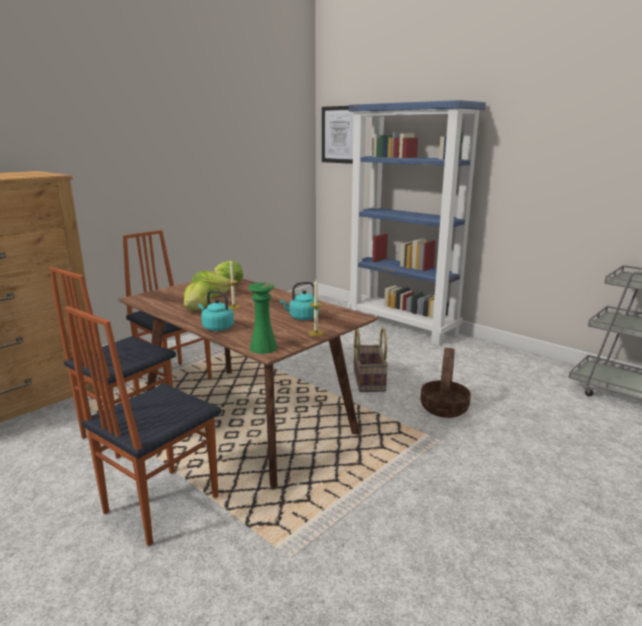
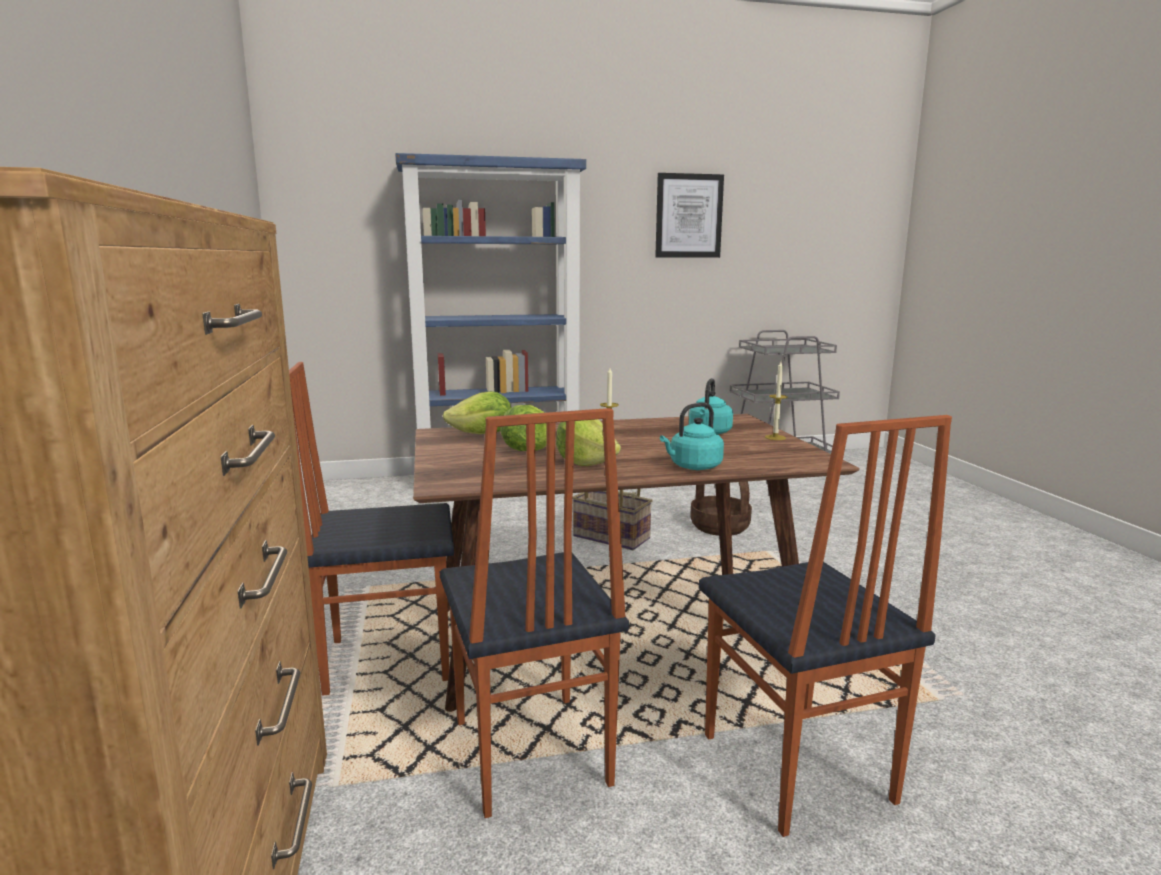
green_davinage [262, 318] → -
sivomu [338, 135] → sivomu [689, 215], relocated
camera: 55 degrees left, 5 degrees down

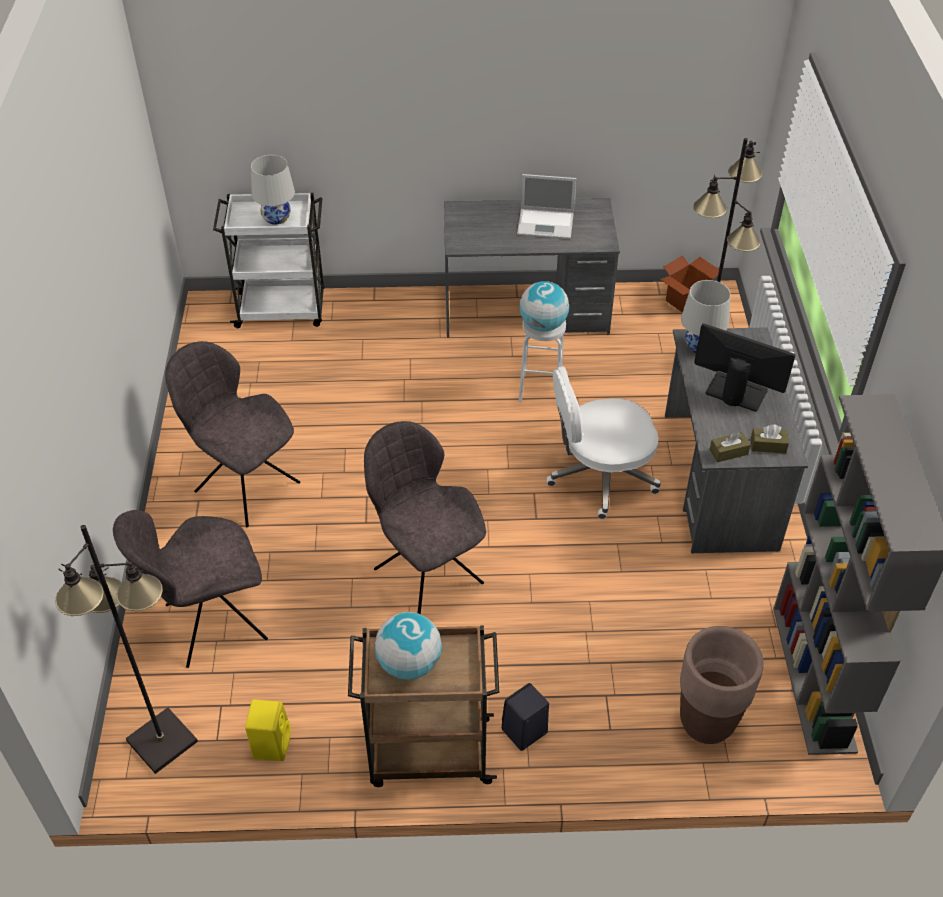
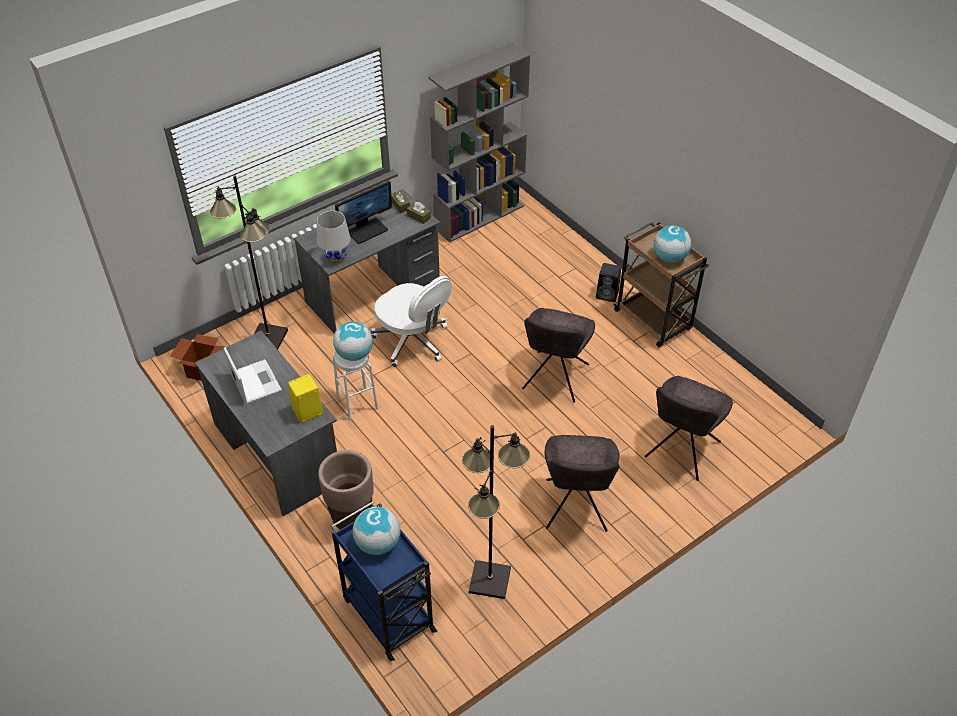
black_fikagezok [126, 649] → black_fikagezok [496, 512], relocated
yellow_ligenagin [267, 730] → yellow_ligenagin [305, 398], relocated
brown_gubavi [722, 685] → brown_gubavi [346, 490], relocated
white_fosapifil [273, 190] → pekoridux [376, 531]
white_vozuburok [269, 260] → blue_vozuburok [384, 581]
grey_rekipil [190, 589] → grey_rekipil [689, 428], 90 degrees clockwise
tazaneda [745, 367] → tazaneda [363, 212], 120 degrees counterclockwise
camera: 125 degrees left, 0 degrees up

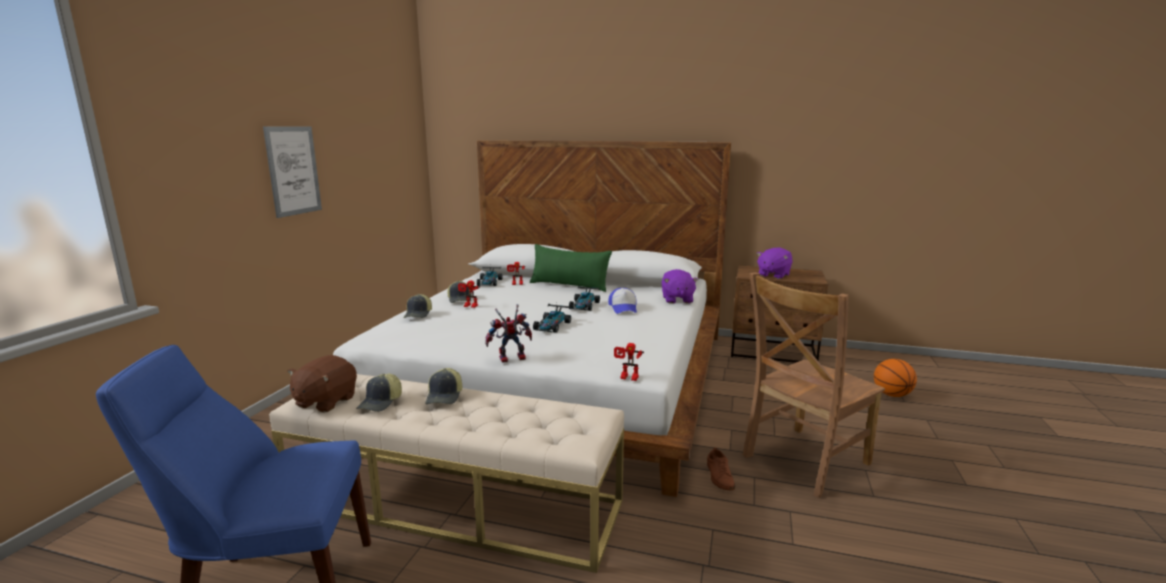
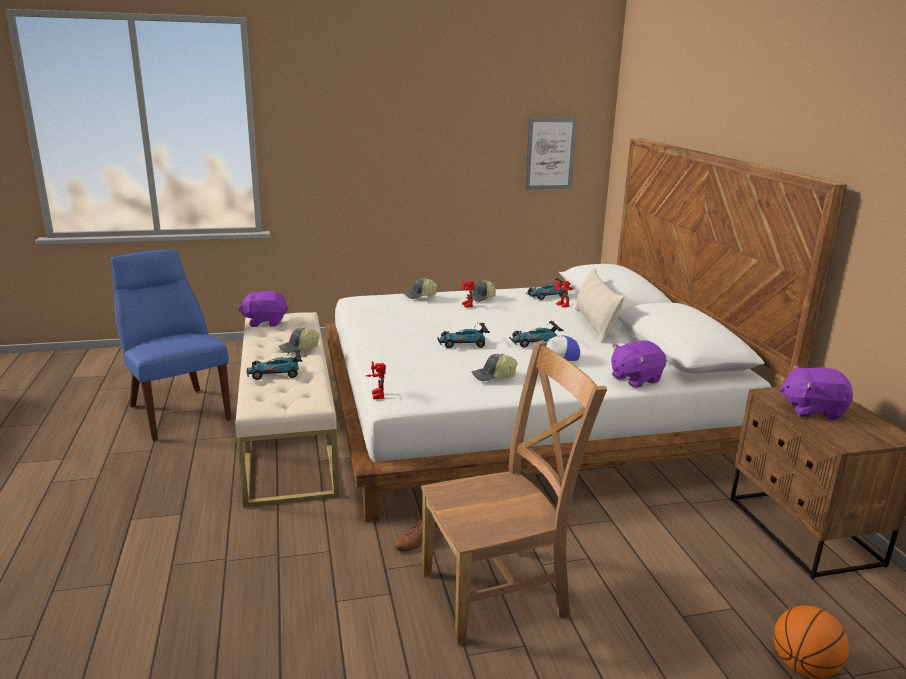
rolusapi [508, 333] → -
- → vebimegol [274, 365]
sivomu [292, 172] → sivomu [551, 153], relocated
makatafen [379, 393] → makatafen [494, 367], relocated
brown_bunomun [322, 384] → purple_bunomun [263, 309]
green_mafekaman [571, 268] → beige_mafekaman [599, 305]
brown_rekipil [814, 385] → brown_rekipil [514, 492], 135 degrees clockwise
camera: 60 degrees right, 5 degrees up

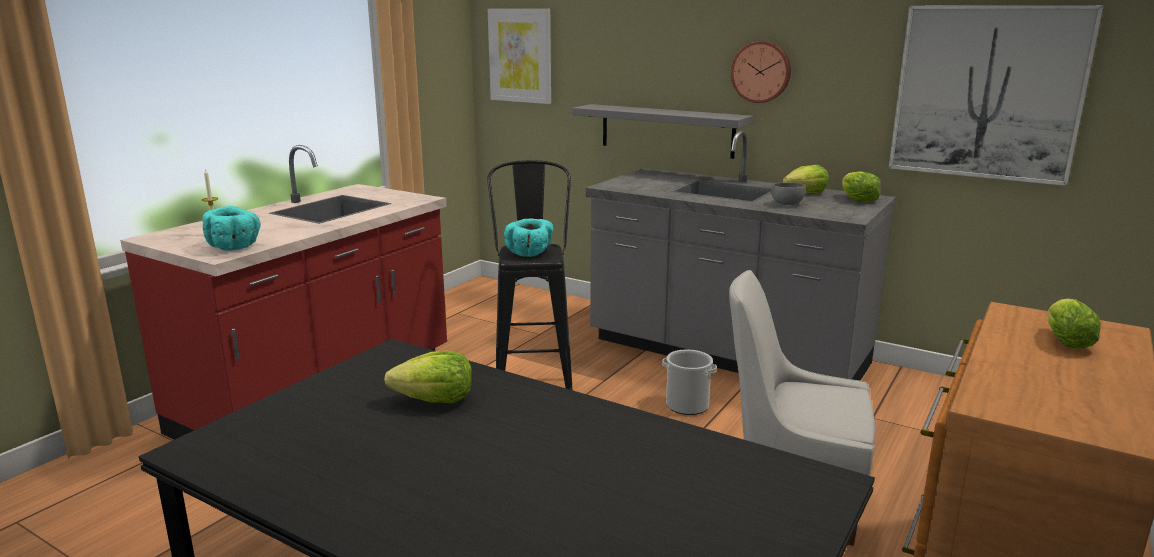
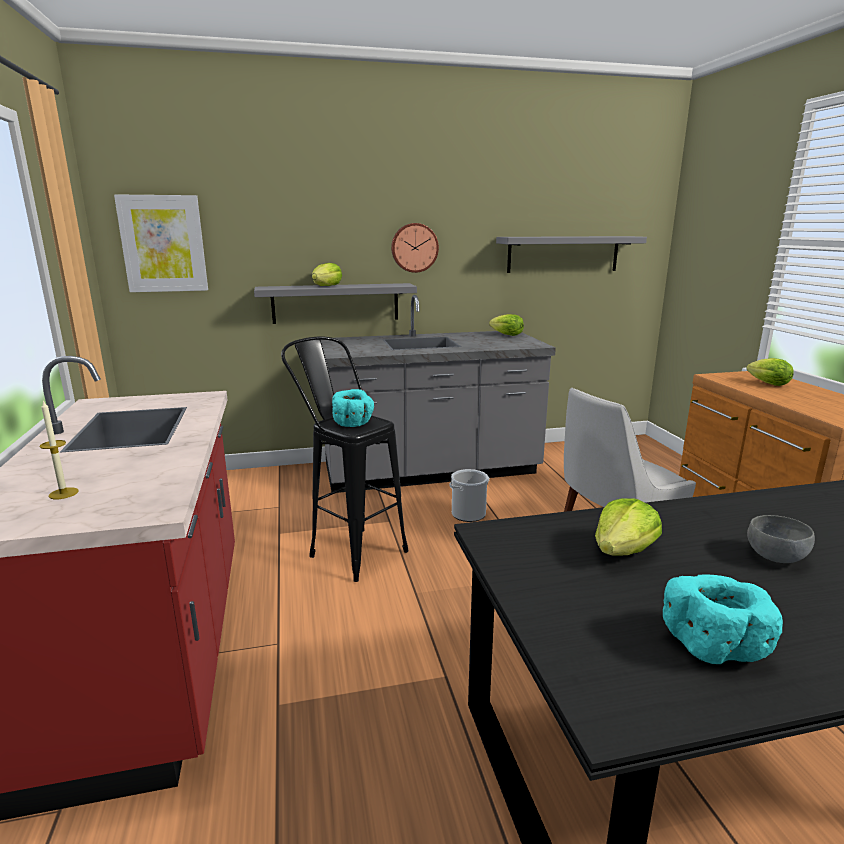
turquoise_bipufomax [231, 228] → turquoise_bipufomax [723, 619], relocated
grey_bipufomax [788, 193] → grey_bipufomax [781, 539], relocated
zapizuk [806, 179] → zapizuk [327, 274], relocated
sivomu [996, 95] → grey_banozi [571, 254]
camera: 45 degrees left, 0 degrees up

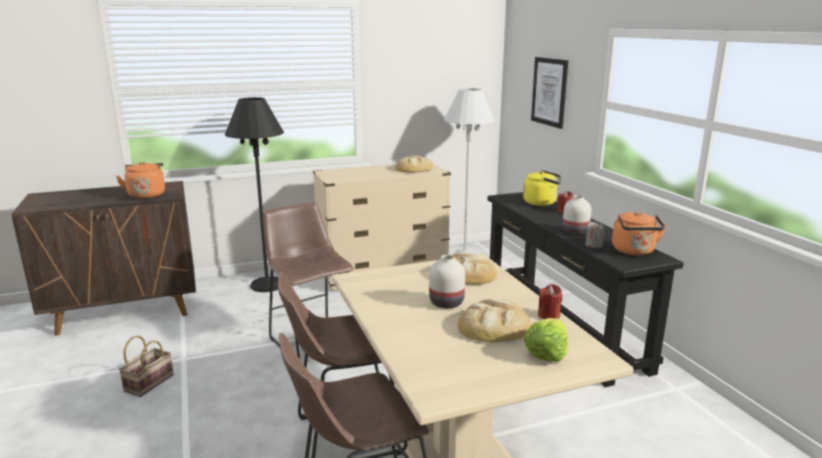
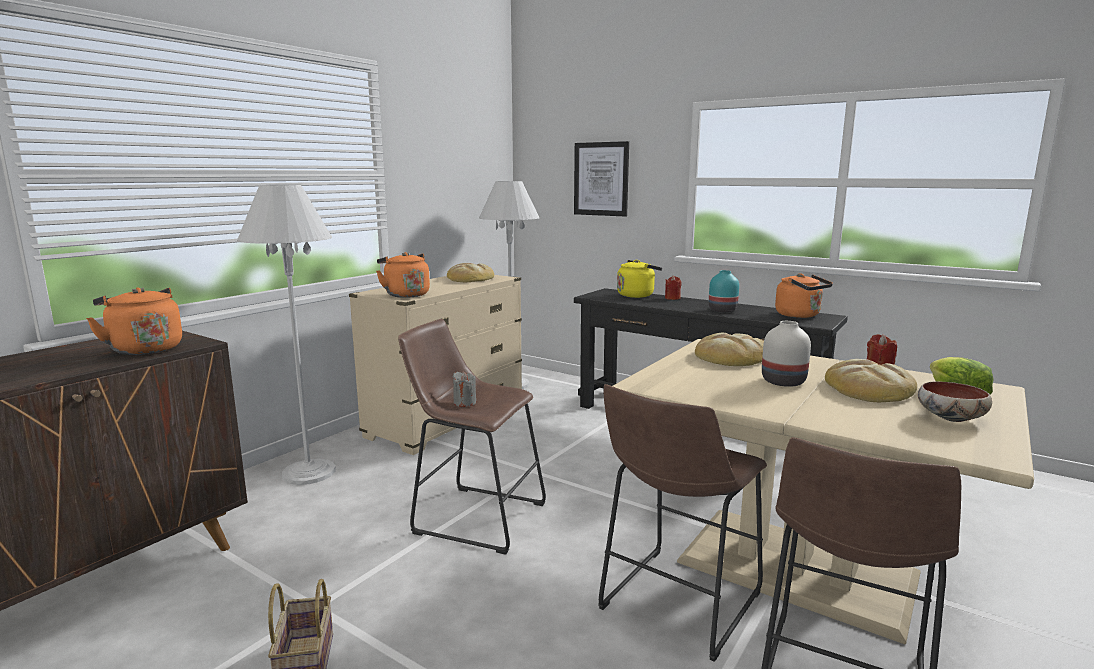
- → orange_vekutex [403, 275]
- → bipufomax [955, 402]
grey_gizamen [595, 235] → grey_gizamen [464, 389], relocated
black_fikagezok [254, 194] → white_fikagezok [286, 335]
white_davinage [577, 215] → turquoise_davinage [724, 291]
camera: 35 degrees left, 5 degrees down

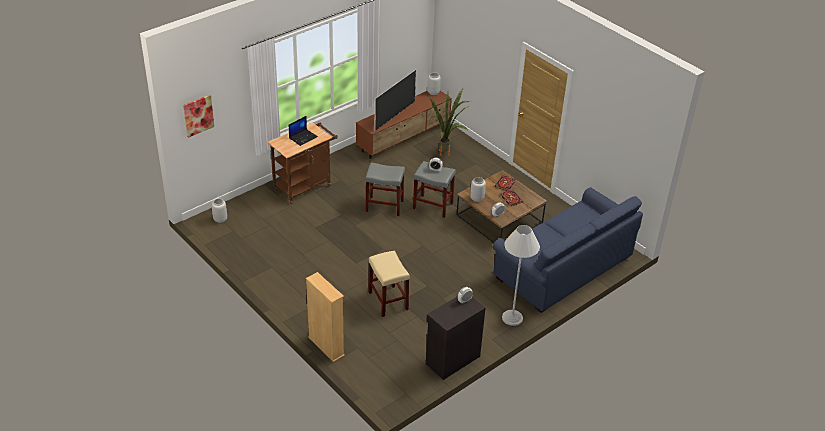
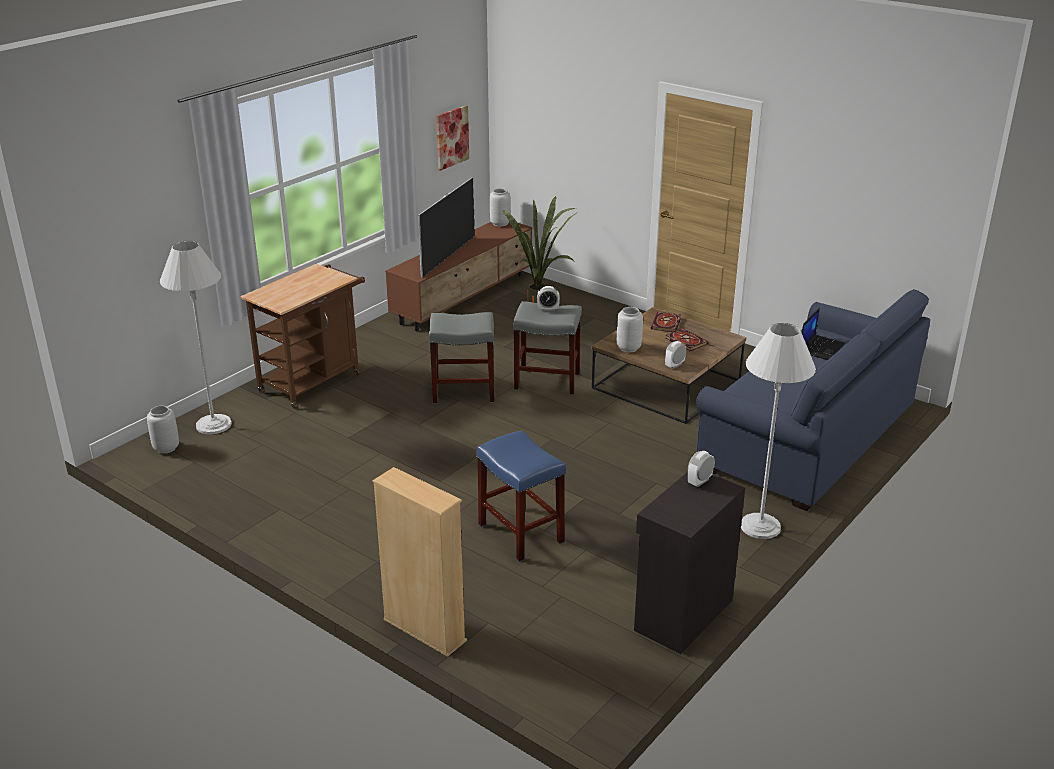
- → white_fikagezok [196, 337]
sivomu [198, 116] → sivomu [452, 138], relocated
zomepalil [303, 131] → zomepalil [823, 334], relocated
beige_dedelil [389, 284] → blue_dedelil [521, 496]
camera: 10 degrees left, 10 degrees down

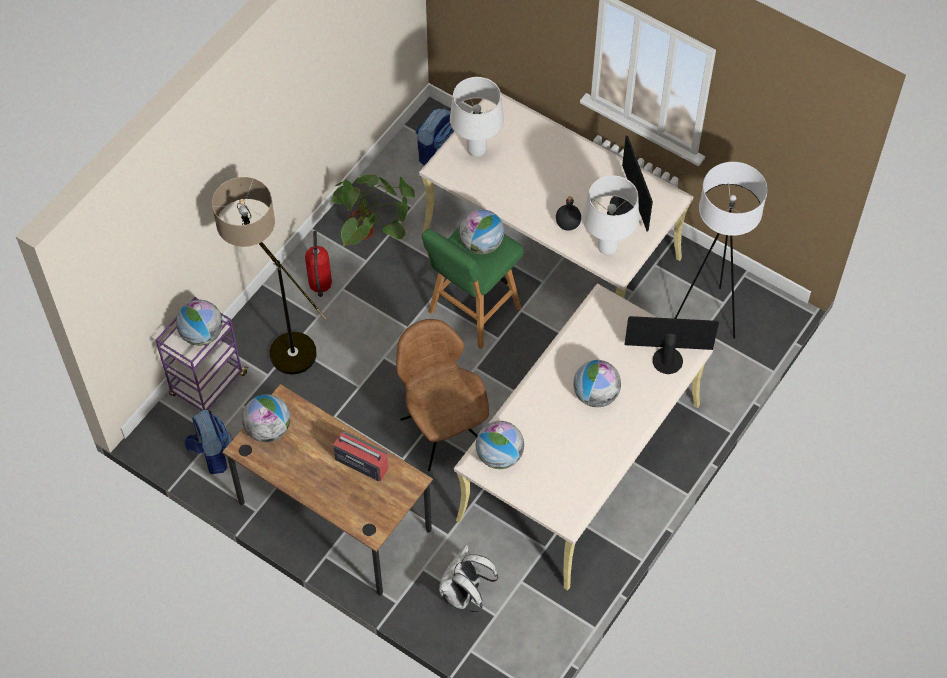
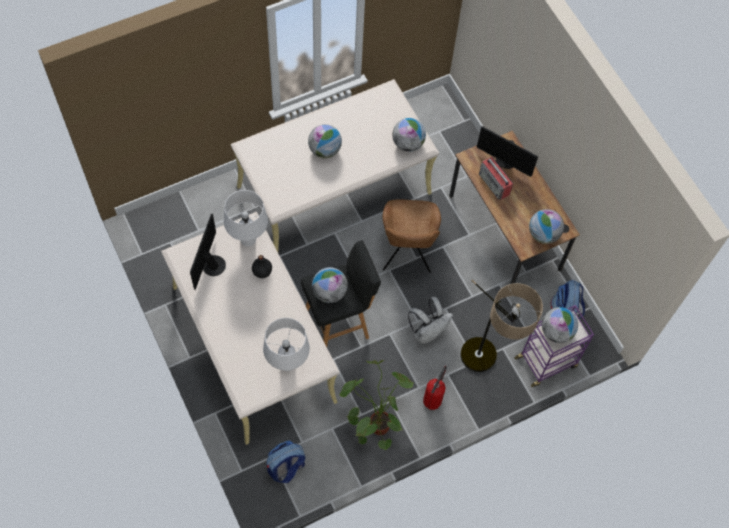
white_fikagezok [721, 250] → -
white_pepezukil [468, 578] → white_pepezukil [430, 320], relocated
tazaneda [671, 345] → tazaneda [507, 151], relocated
green_dedelil [473, 288] → black_dedelil [341, 293]
camera: 155 degrees left, 5 degrees up

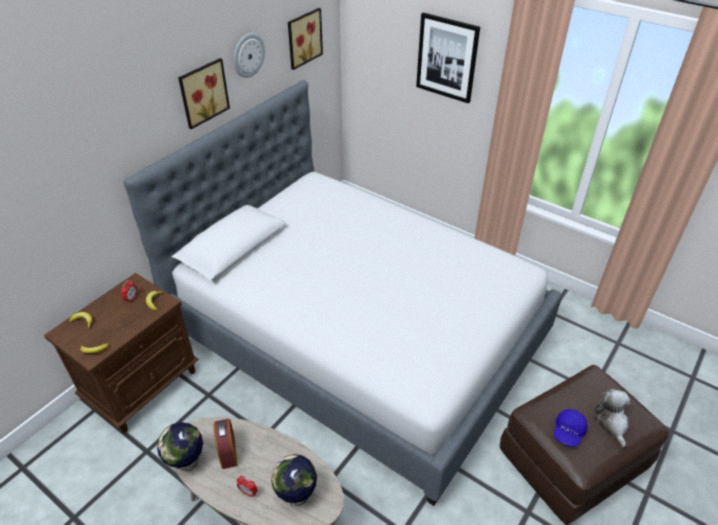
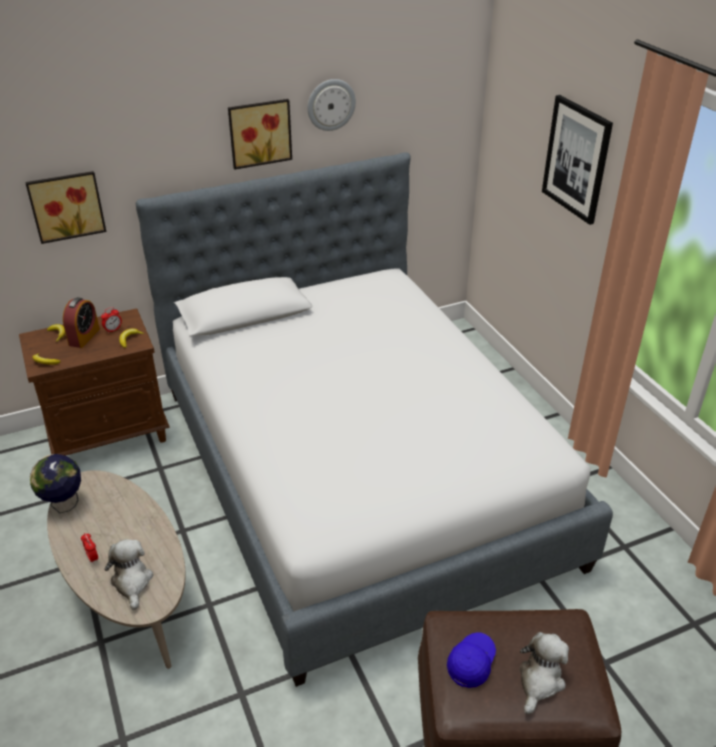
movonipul [226, 444] → movonipul [81, 322], relocated
sivomu [305, 39] → sivomu [65, 207], relocated
pekoridux [294, 480] → bunomun [128, 574]
blue_makatafen [571, 428] → blue_makatafen [471, 660], 150 degrees clockwise
camera: 30 degrees right, 5 degrees down

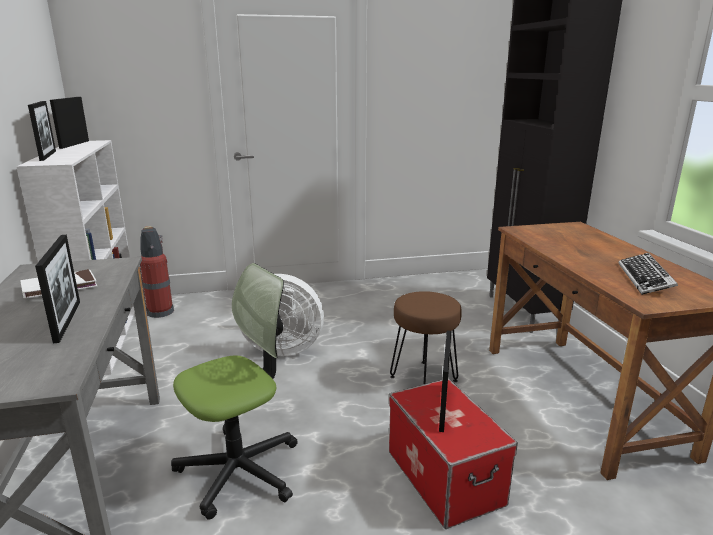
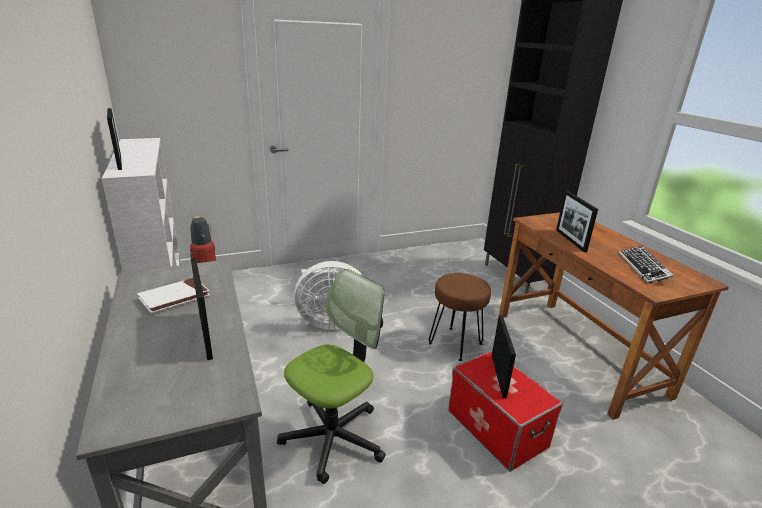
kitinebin [69, 123] → kitinebin [577, 221], relocated
camera: 10 degrees left, 5 degrees up

